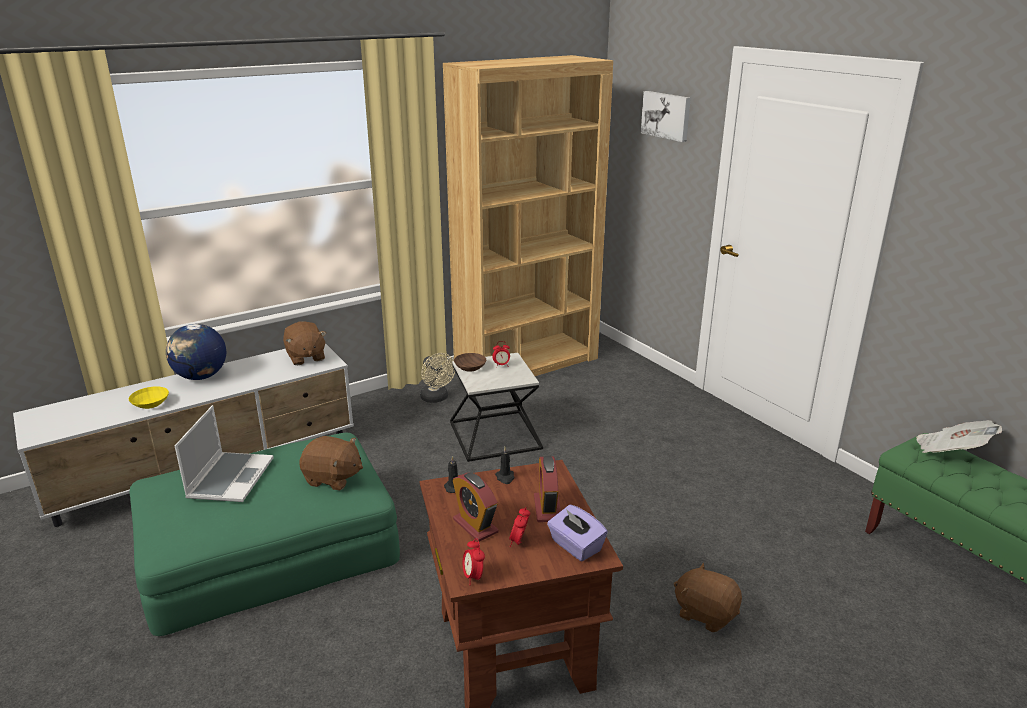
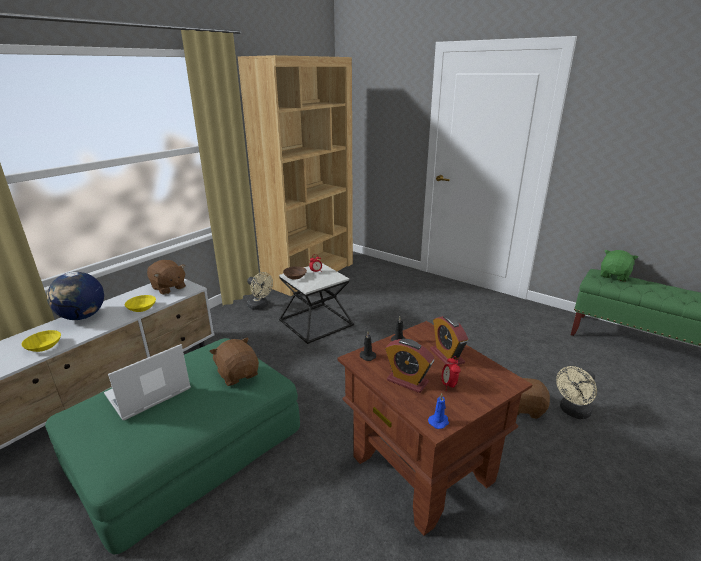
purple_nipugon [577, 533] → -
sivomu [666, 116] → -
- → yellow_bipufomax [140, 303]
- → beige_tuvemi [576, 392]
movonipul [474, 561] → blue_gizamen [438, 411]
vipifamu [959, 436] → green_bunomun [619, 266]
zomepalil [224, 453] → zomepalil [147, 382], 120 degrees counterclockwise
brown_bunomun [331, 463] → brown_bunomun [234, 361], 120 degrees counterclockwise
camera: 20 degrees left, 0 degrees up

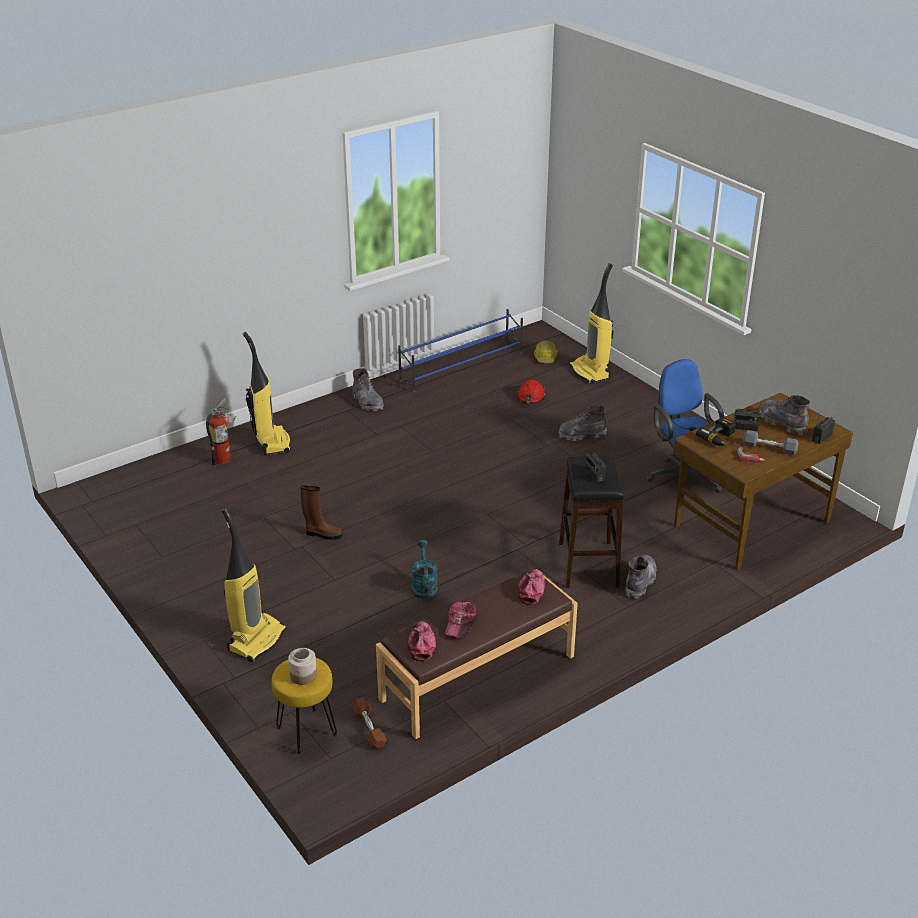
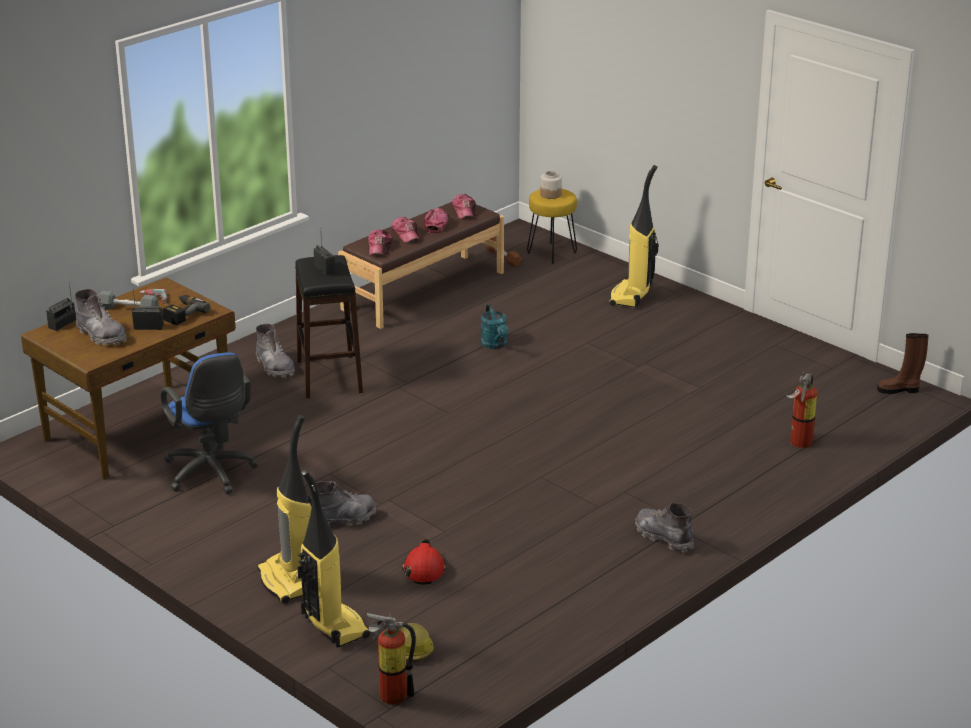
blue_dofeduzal [460, 350] → -
- → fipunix [391, 659]
- → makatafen [406, 229]
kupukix [267, 393] → kupukix [284, 509], relocated
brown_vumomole [321, 512] → brown_vumomole [903, 363], relocated
grey_vumomole [641, 577] → grey_vumomole [275, 351], 45 degrees counterclockwise
camera: 170 degrees right, 5 degrees down

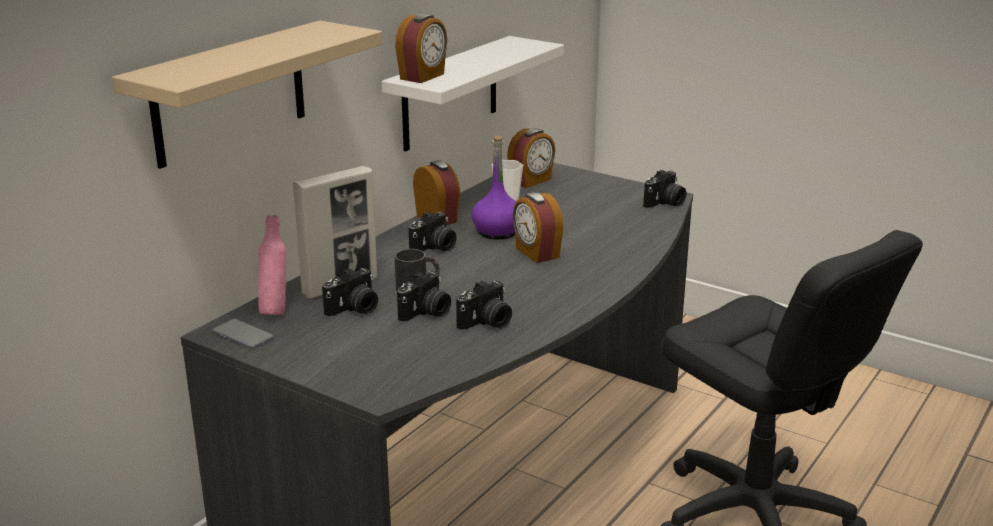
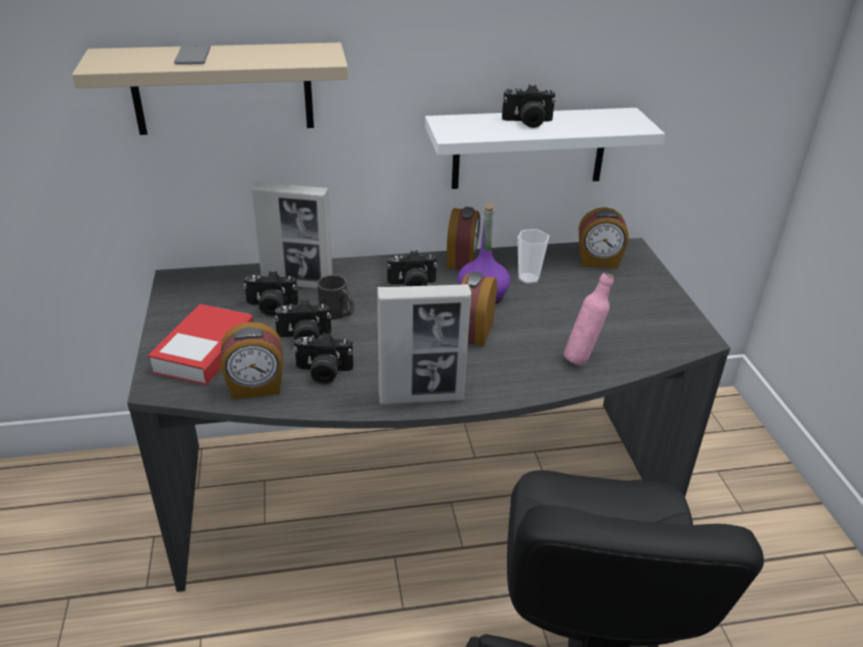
- → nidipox [200, 344]
- → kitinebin [424, 344]
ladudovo [243, 333] → ladudovo [192, 54], relocated
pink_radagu [272, 265] → pink_radagu [589, 318], relocated
movonipul [421, 48] → movonipul [251, 360], relocated
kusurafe [664, 189] → kusurafe [529, 106], relocated
camera: 45 degrees right, 10 degrees up

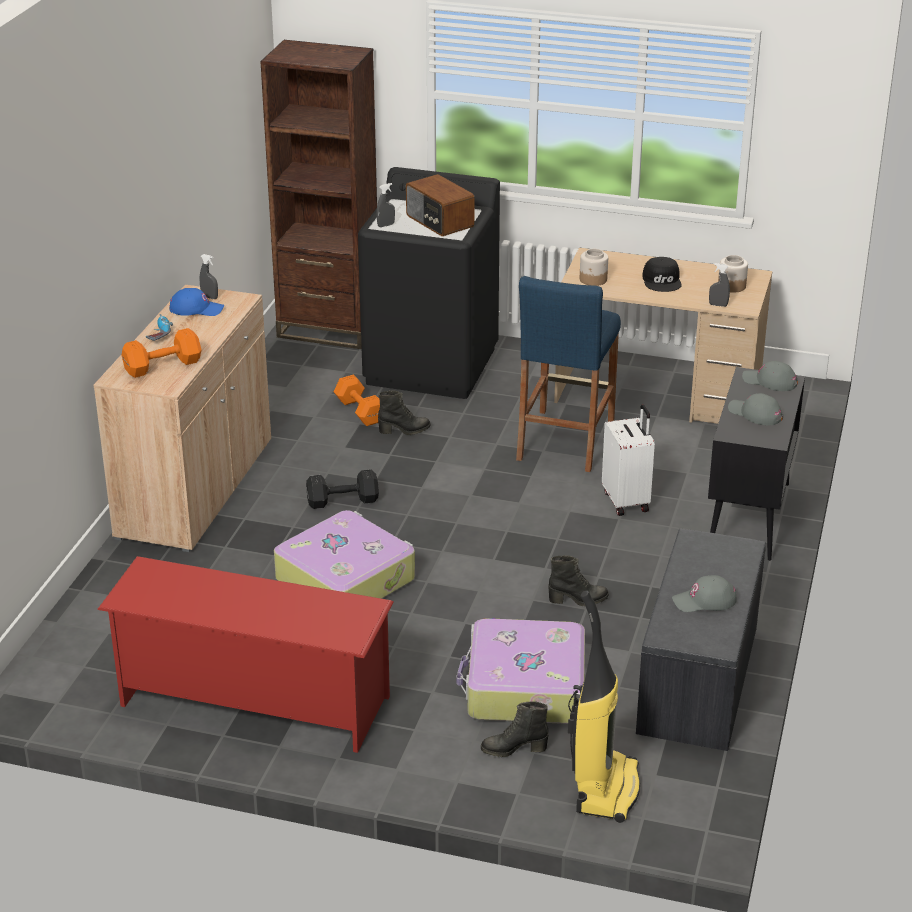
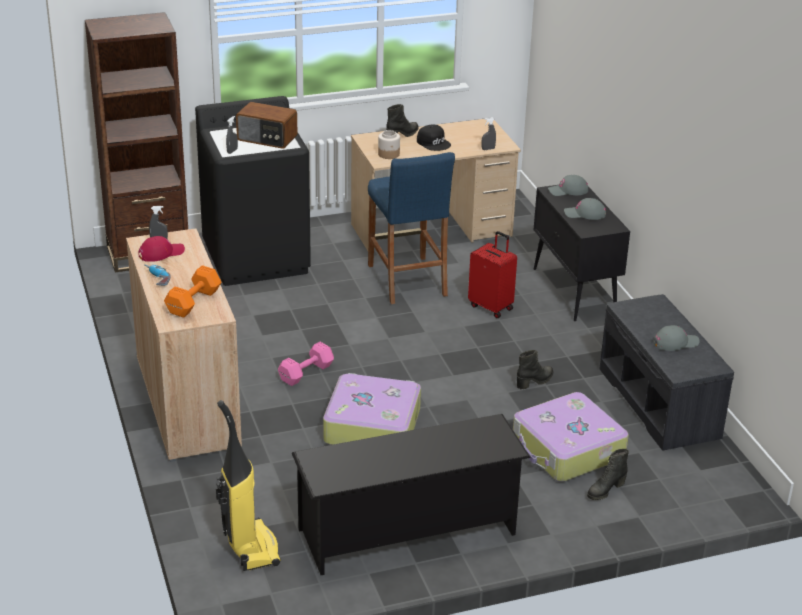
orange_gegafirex [356, 400] → -
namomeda [733, 274] → -
black_vumomole [404, 413] → black_vumomole [402, 120], relocated
kupukix [604, 707] → kupukix [248, 485], relocated
red_dofeduzal [245, 654] → black_dofeduzal [411, 494]
blue_makatafen [196, 302] → red_makatafen [161, 249]
black_gegafirex [342, 489] → pink_gegafirex [306, 364]
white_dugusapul [628, 460] → red_dugusapul [492, 274]
grey_makatafen [704, 593] → grey_makatafen [676, 338], 150 degrees counterclockwise
camera: 35 degrees left, 0 degrees up

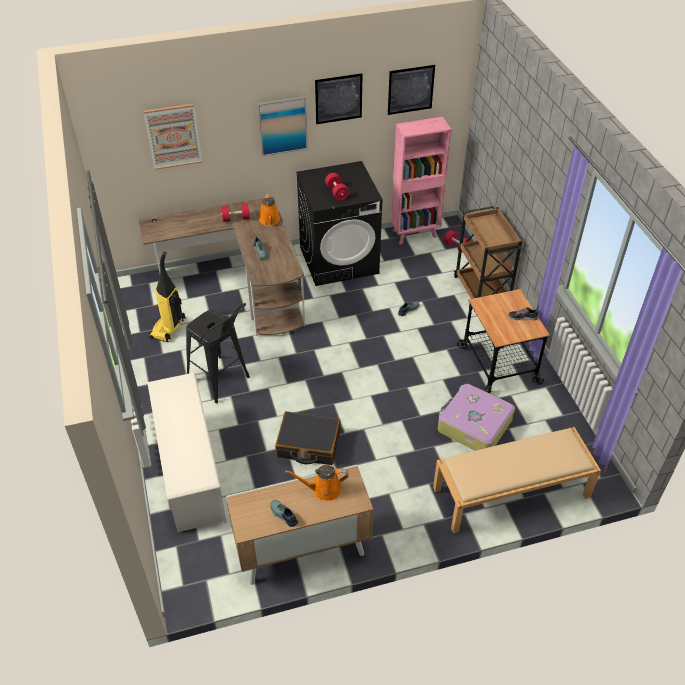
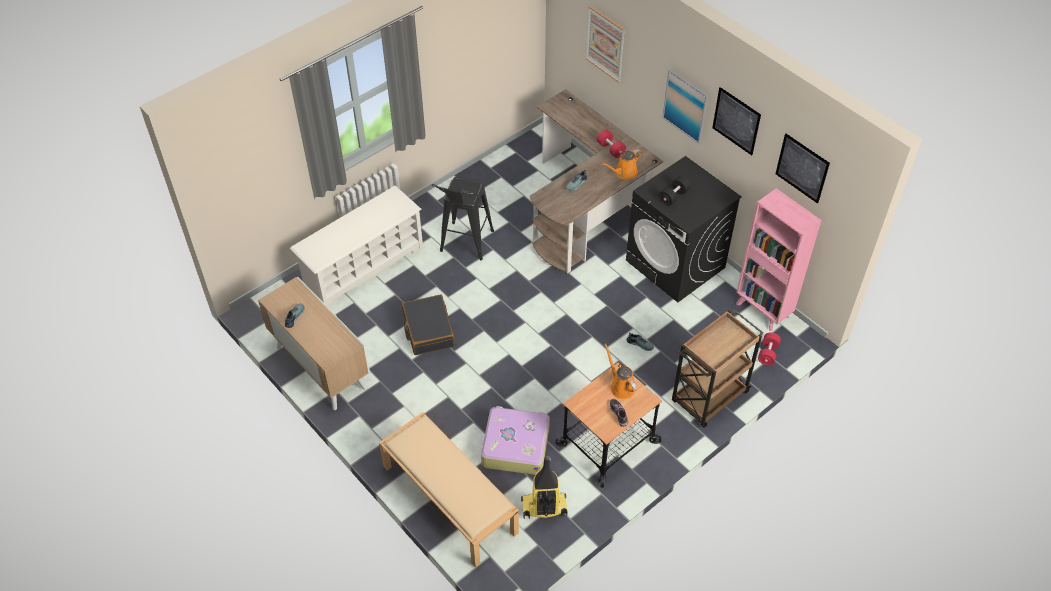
kupukix [167, 297] → kupukix [544, 487], relocated
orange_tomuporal [317, 483] → orange_tomuporal [620, 371], relocated
red_gegafirex [337, 187] → black_gegafirex [674, 191]
camera: 65 degrees right, 5 degrees up

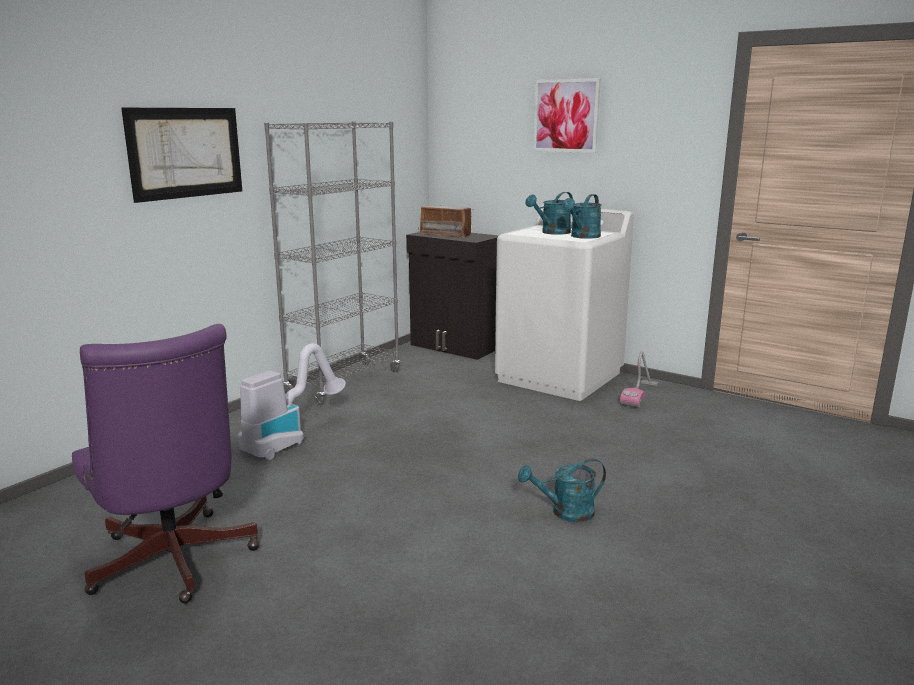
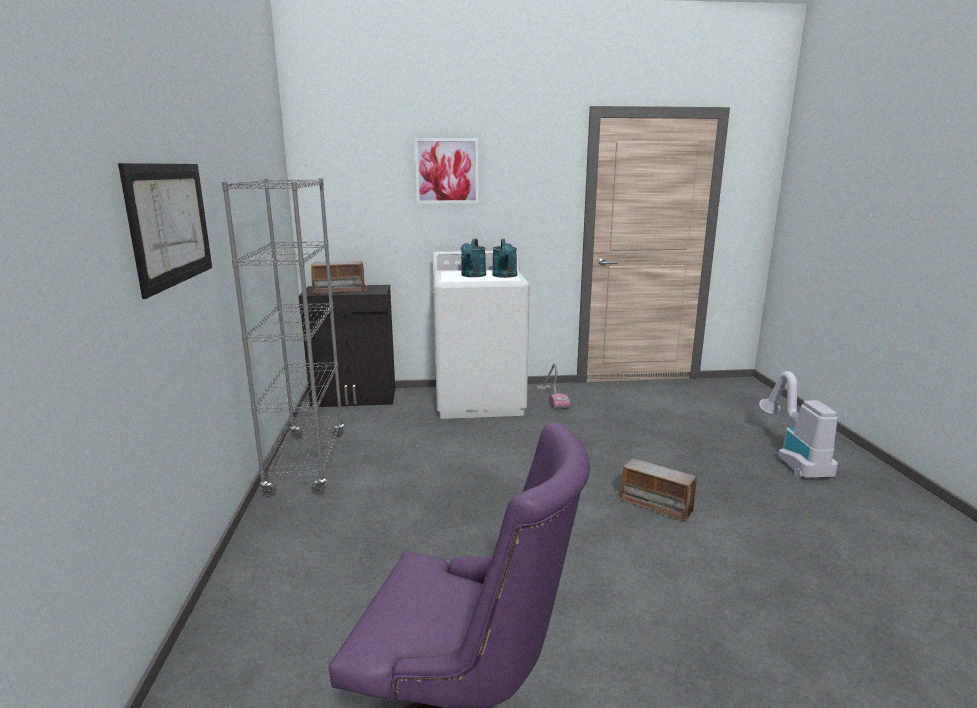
kupukix [292, 401] → kupukix [798, 424], relocated
turquoise_tomuporal [562, 490] → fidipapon [659, 490]
camera: 40 degrees left, 0 degrees up

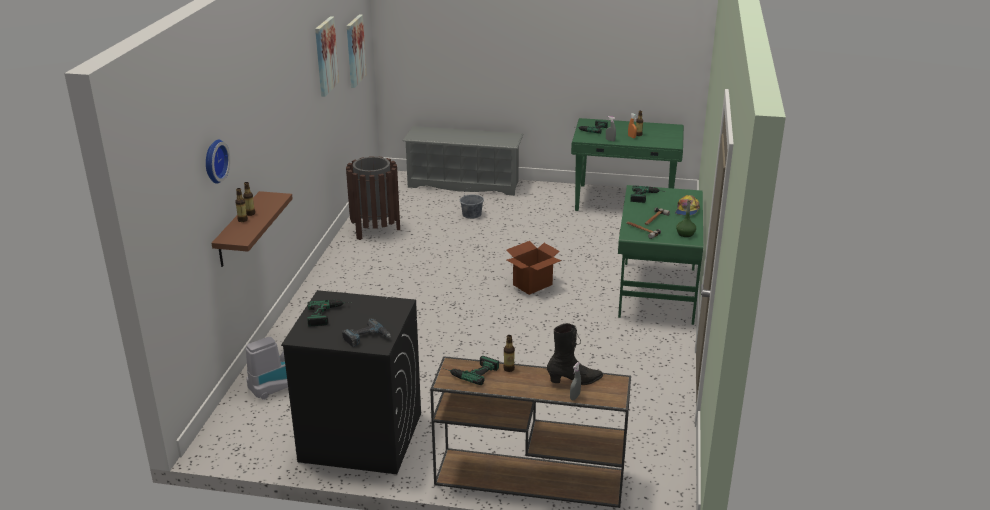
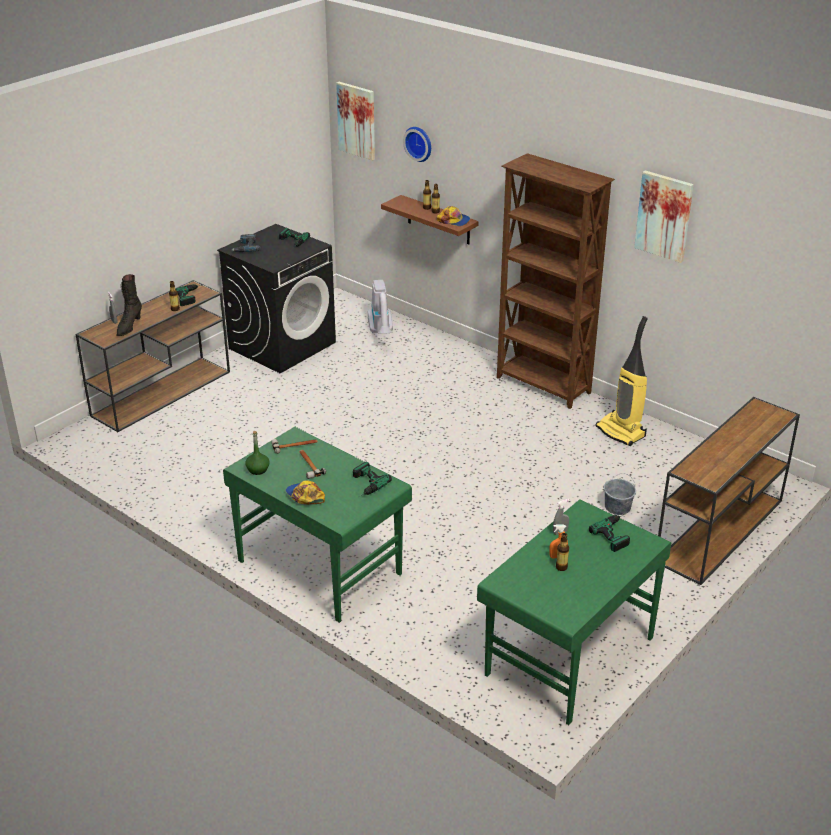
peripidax [534, 268] → -
- → makatafen [453, 216]
- → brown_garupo [556, 281]
sivomu [357, 51] → sivomu [355, 121], relocated
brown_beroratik [373, 198] → kupukix [622, 381]
grey_dofeduzal [463, 161] → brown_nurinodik [729, 491]
camera: 120 degrees right, 5 degrees up

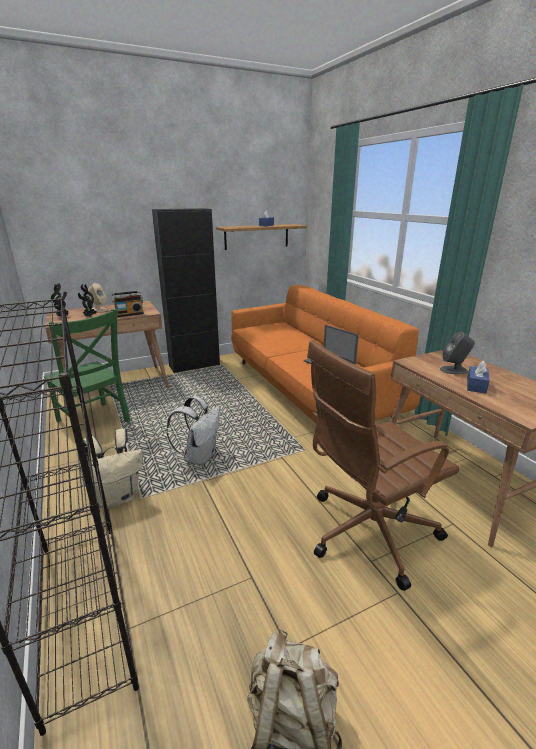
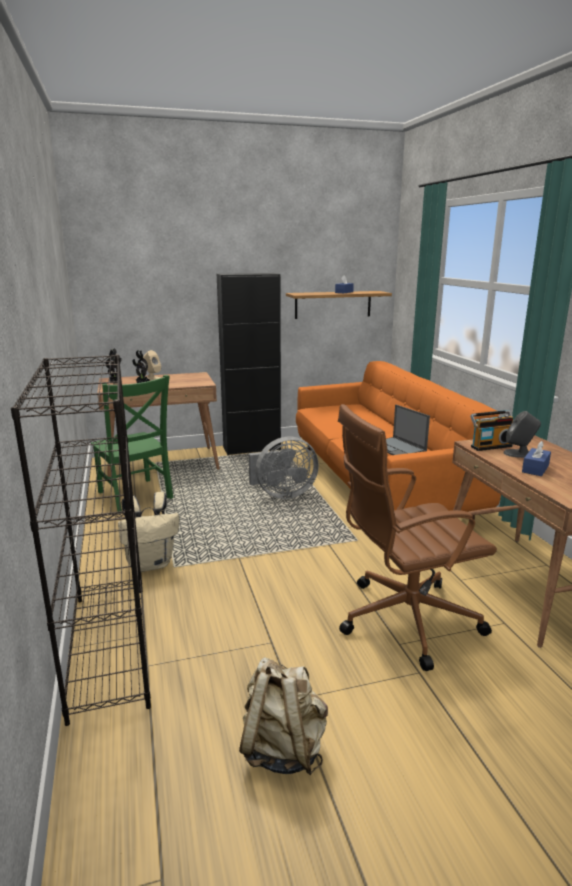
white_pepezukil [193, 431] → -
- → grey_tuvemi [284, 467]
fidipapon [127, 304] → fidipapon [492, 430], relocated
camera: 10 degrees right, 5 degrees down

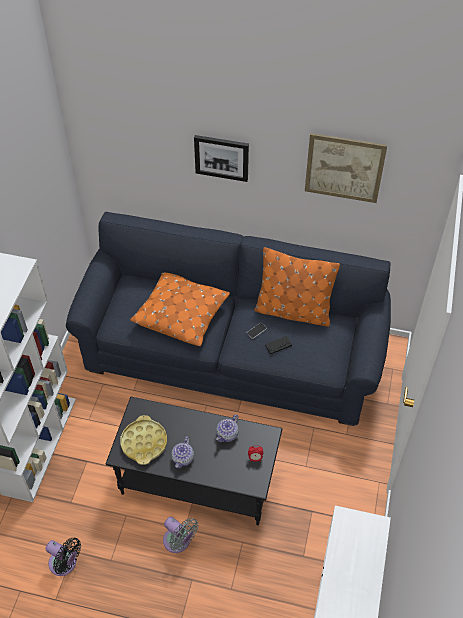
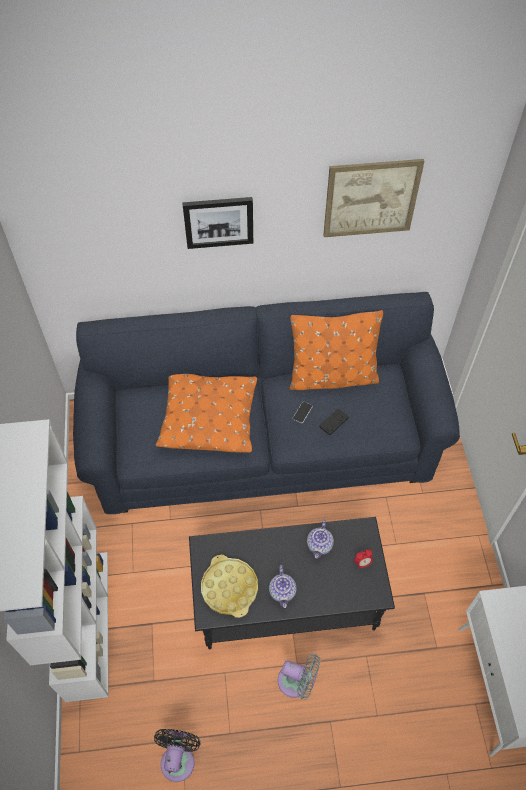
black_tuvemi [63, 557] → black_tuvemi [177, 755], 90 degrees counterclockwise
camera: 20 degrees left, 5 degrees up

